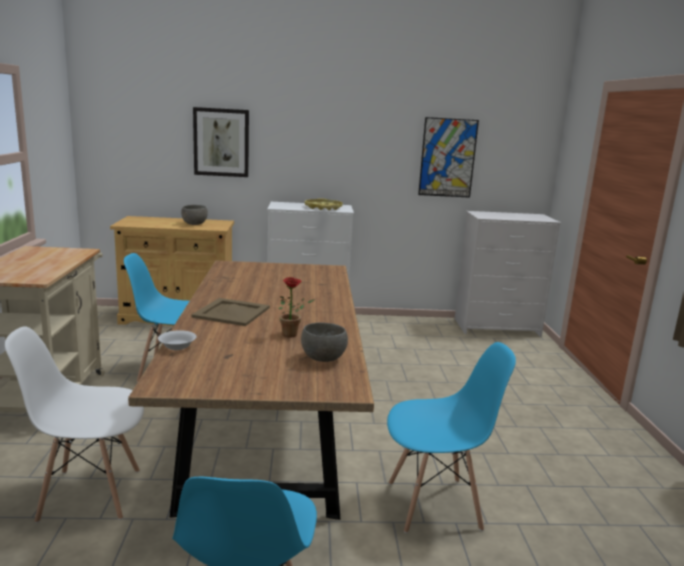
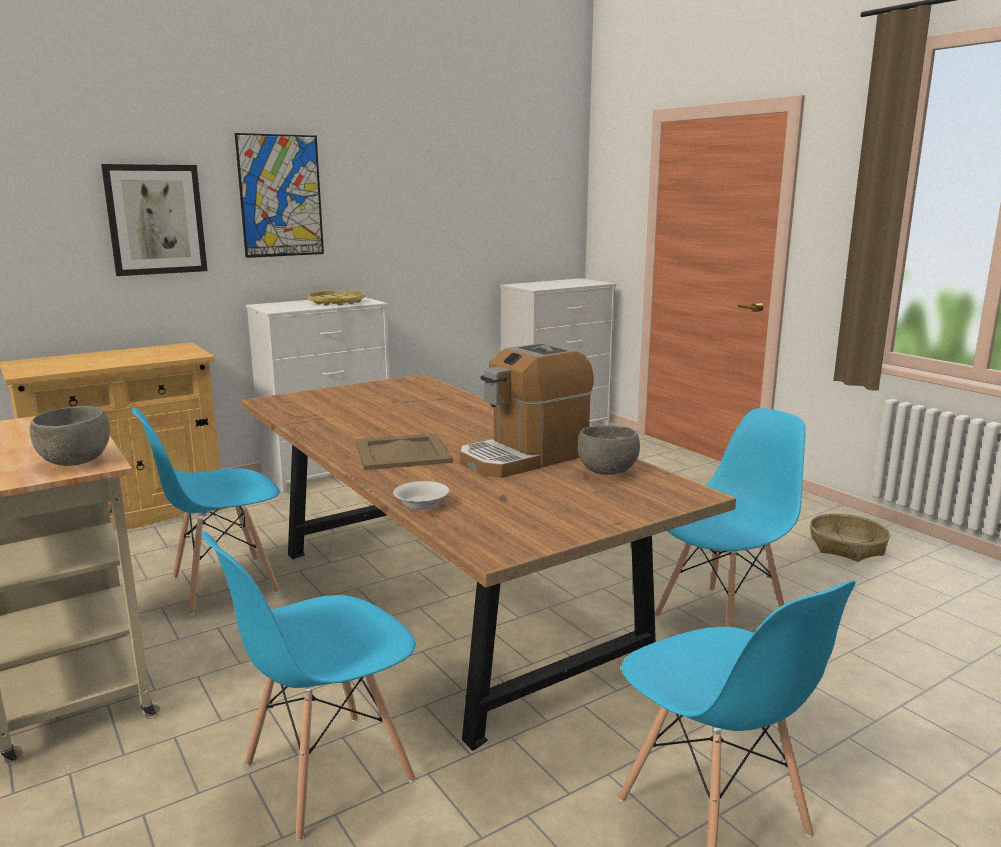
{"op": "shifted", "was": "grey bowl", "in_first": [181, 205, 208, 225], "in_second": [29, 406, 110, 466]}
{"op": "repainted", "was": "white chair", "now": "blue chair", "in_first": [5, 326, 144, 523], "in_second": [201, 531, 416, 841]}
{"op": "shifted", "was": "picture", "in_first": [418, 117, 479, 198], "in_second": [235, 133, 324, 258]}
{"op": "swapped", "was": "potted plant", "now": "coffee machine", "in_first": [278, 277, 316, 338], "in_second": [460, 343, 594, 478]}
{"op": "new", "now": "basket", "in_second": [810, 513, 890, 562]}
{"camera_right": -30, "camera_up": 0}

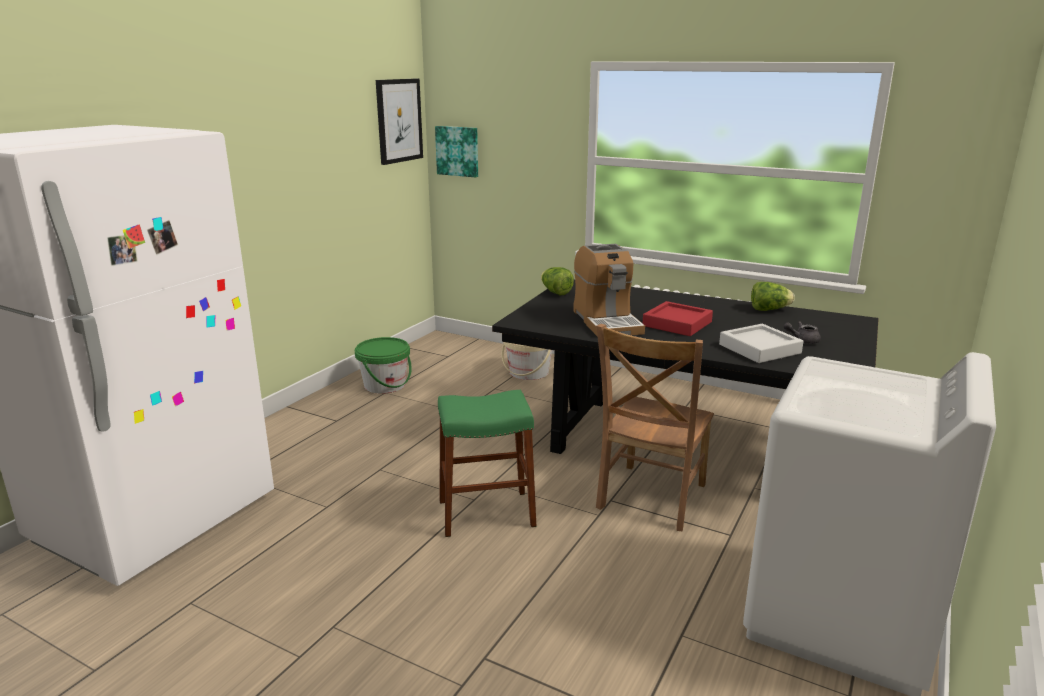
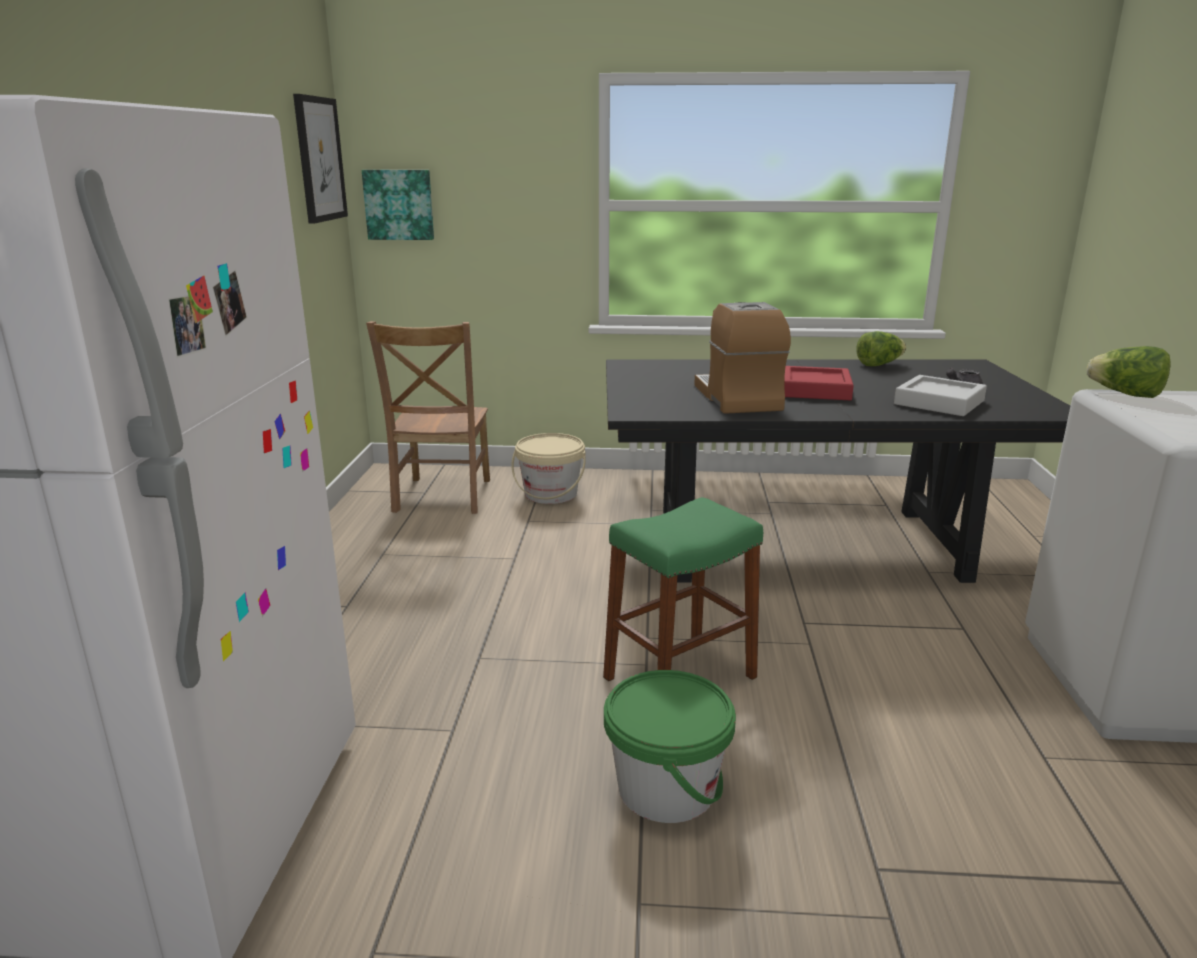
{"op": "shifted", "was": "brown chair", "in_first": [596, 324, 714, 531], "in_second": [366, 321, 490, 514]}
{"op": "shifted", "was": "green bucket", "in_first": [355, 337, 412, 394], "in_second": [604, 670, 736, 823]}
{"op": "rotated", "was": "coffee machine", "in_first": [573, 244, 645, 336], "in_second": [694, 302, 791, 414], "clockwise": -150}
{"op": "shifted", "was": "lettuce", "in_first": [541, 267, 574, 295], "in_second": [1087, 346, 1171, 398]}
{"camera_right": -25, "camera_up": 0}

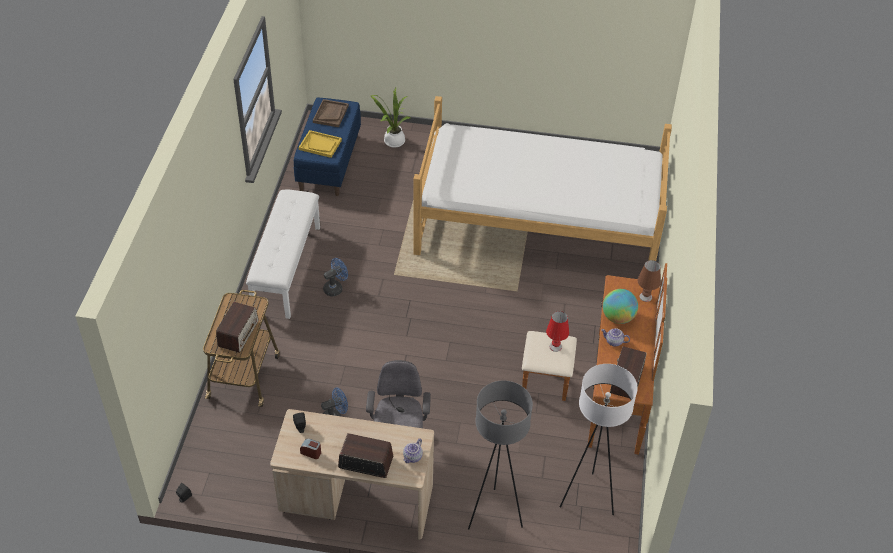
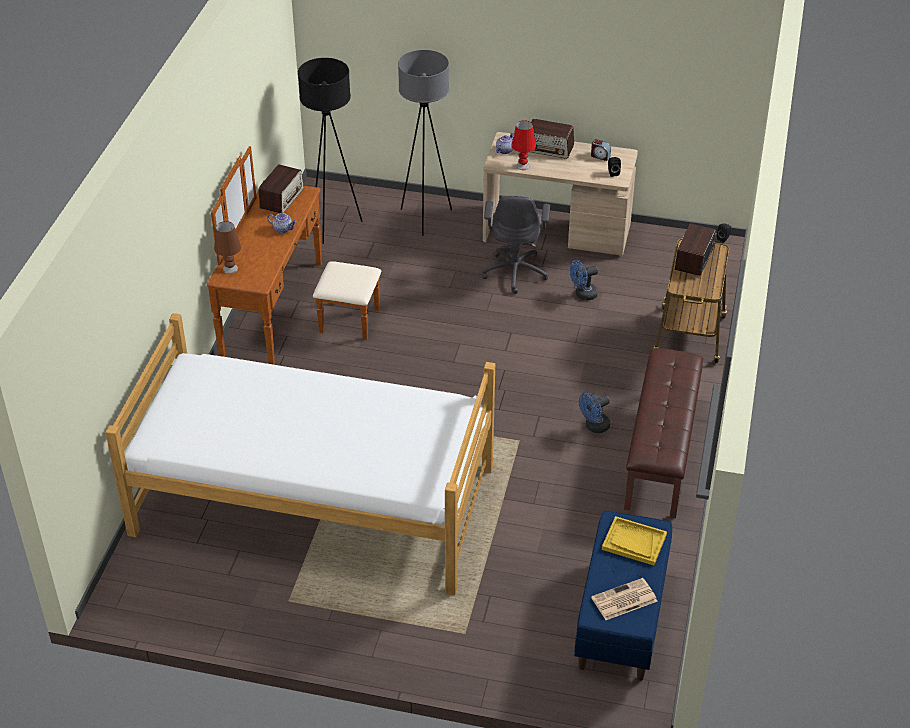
{"op": "repainted", "was": "white floor lamp", "now": "black floor lamp", "in_first": [560, 364, 638, 515], "in_second": [298, 58, 363, 244]}
{"op": "shifted", "was": "red table lamp", "in_first": [546, 311, 569, 352], "in_second": [511, 120, 536, 170]}
{"op": "swapped", "was": "brown tray", "now": "newspaper", "in_first": [313, 99, 349, 127], "in_second": [591, 578, 658, 620]}
{"op": "repainted", "was": "white bench", "now": "brown bench", "in_first": [246, 190, 320, 319], "in_second": [624, 348, 703, 518]}
{"op": "gone", "was": "potted plant", "in_first": [371, 88, 410, 148]}
{"op": "gone", "was": "globe", "in_first": [603, 289, 638, 324]}
{"camera_right": -175, "camera_up": -5}

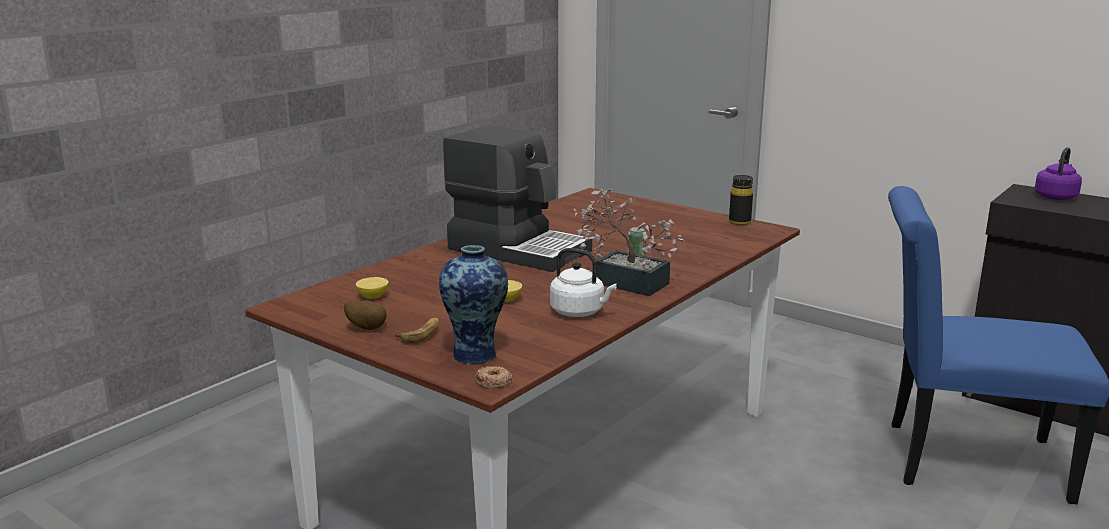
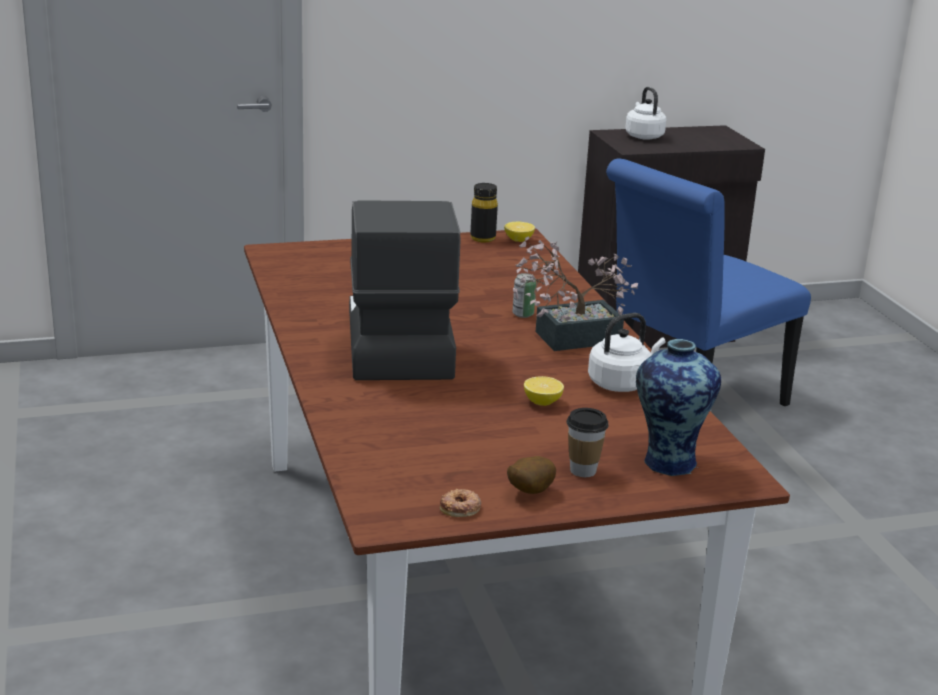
{"op": "rotated", "was": "coffee machine", "in_first": [443, 125, 592, 272], "in_second": [349, 200, 461, 380], "clockwise": -75}
{"op": "shifted", "was": "donut", "in_first": [475, 366, 512, 388], "in_second": [440, 489, 481, 517]}
{"op": "shifted", "was": "lemon", "in_first": [356, 277, 389, 299], "in_second": [504, 222, 535, 242]}
{"op": "swapped", "was": "banana", "now": "cup", "in_first": [395, 318, 439, 343], "in_second": [566, 408, 609, 477]}
{"op": "repainted", "was": "purple kettle", "now": "white kettle", "in_first": [1034, 147, 1082, 200], "in_second": [625, 87, 666, 140]}
{"camera_right": -55, "camera_up": 5}

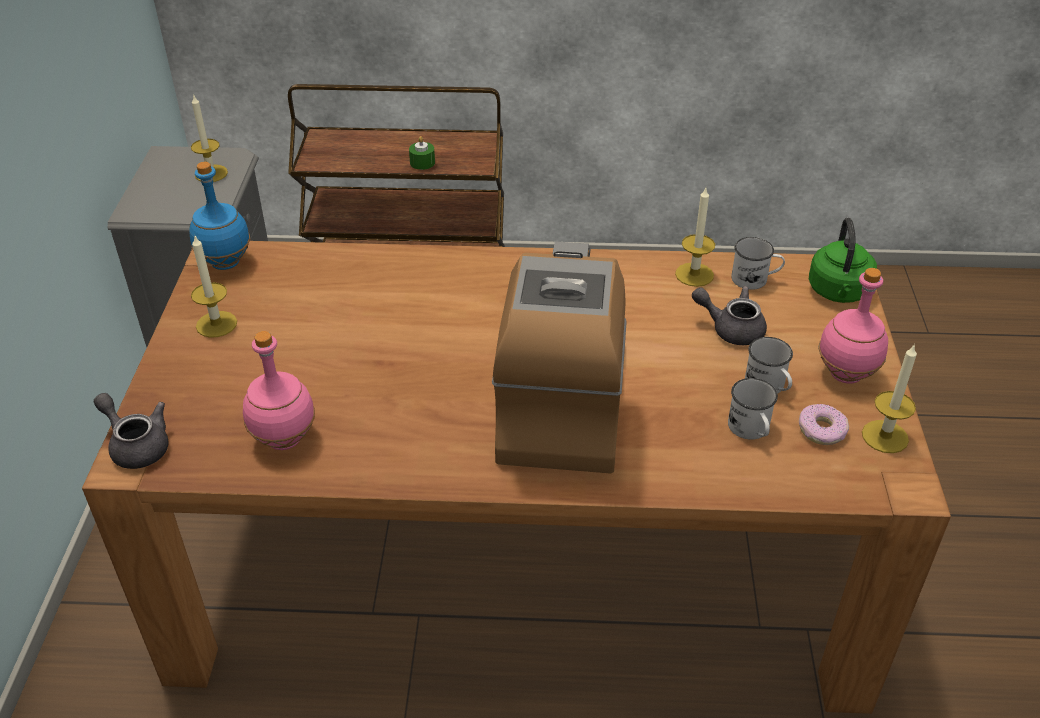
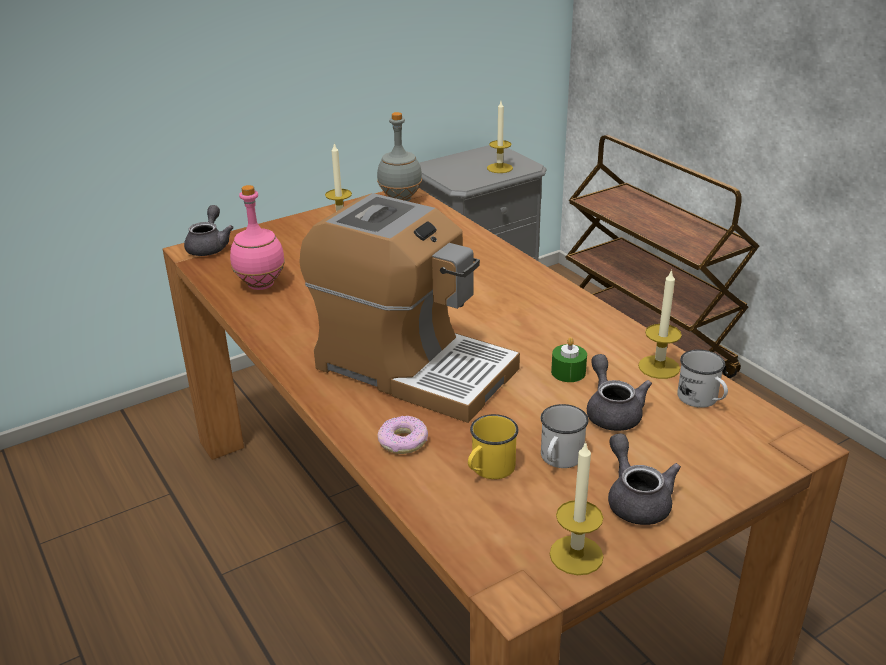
{"op": "rotated", "was": "coffee machine", "in_first": [492, 242, 627, 474], "in_second": [299, 193, 520, 423], "clockwise": 60}
{"op": "repainted", "was": "blue bottle", "now": "grey bottle", "in_first": [189, 162, 250, 270], "in_second": [377, 112, 422, 201]}
{"op": "shifted", "was": "donut", "in_first": [799, 404, 849, 445], "in_second": [378, 416, 428, 454]}
{"op": "repainted", "was": "white mug", "now": "yellow mug", "in_first": [728, 378, 778, 440], "in_second": [468, 414, 519, 479]}
{"op": "shifted", "was": "green candle", "in_first": [409, 136, 435, 170], "in_second": [551, 337, 587, 382]}
{"op": "swapped", "was": "pink bottle", "now": "grey teapot", "in_first": [818, 268, 888, 384], "in_second": [608, 433, 681, 525]}
{"op": "gone", "was": "green kettle", "in_first": [809, 218, 877, 303]}
{"camera_right": 55, "camera_up": -10}

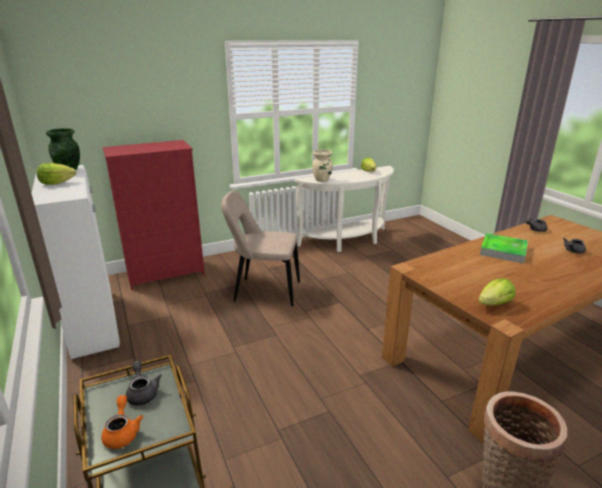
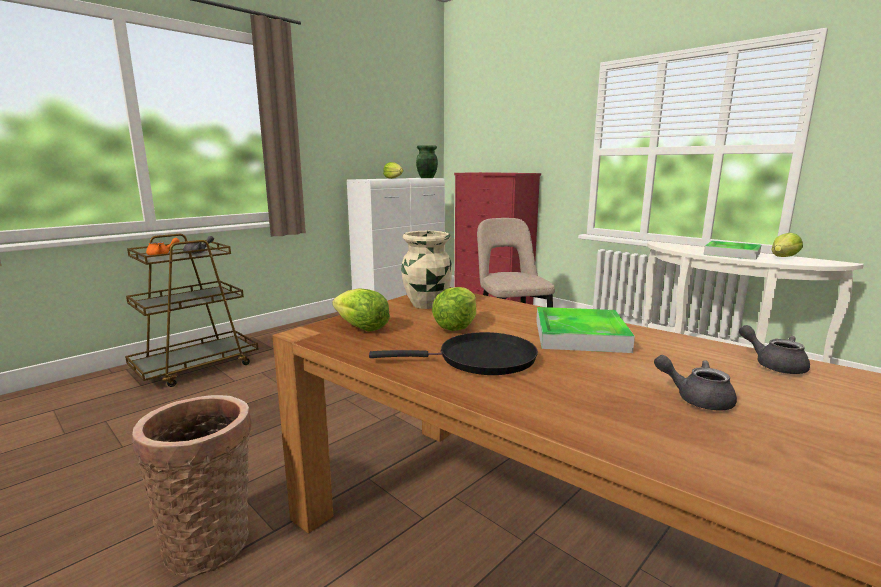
{"op": "new", "now": "black frying pan", "in_second": [369, 332, 538, 375]}
{"op": "shifted", "was": "beige vase", "in_first": [312, 150, 333, 182], "in_second": [401, 231, 452, 309]}
{"op": "new", "now": "lettuce", "in_second": [432, 287, 476, 331]}
{"op": "new", "now": "tray", "in_second": [704, 241, 762, 260]}
{"camera_right": 70, "camera_up": -10}

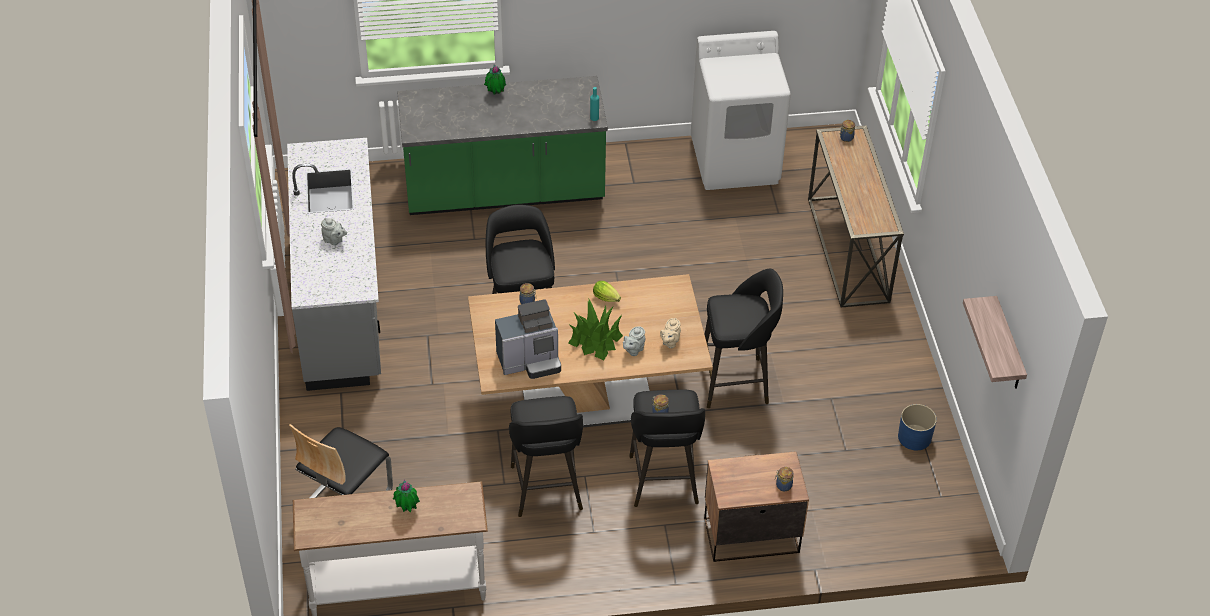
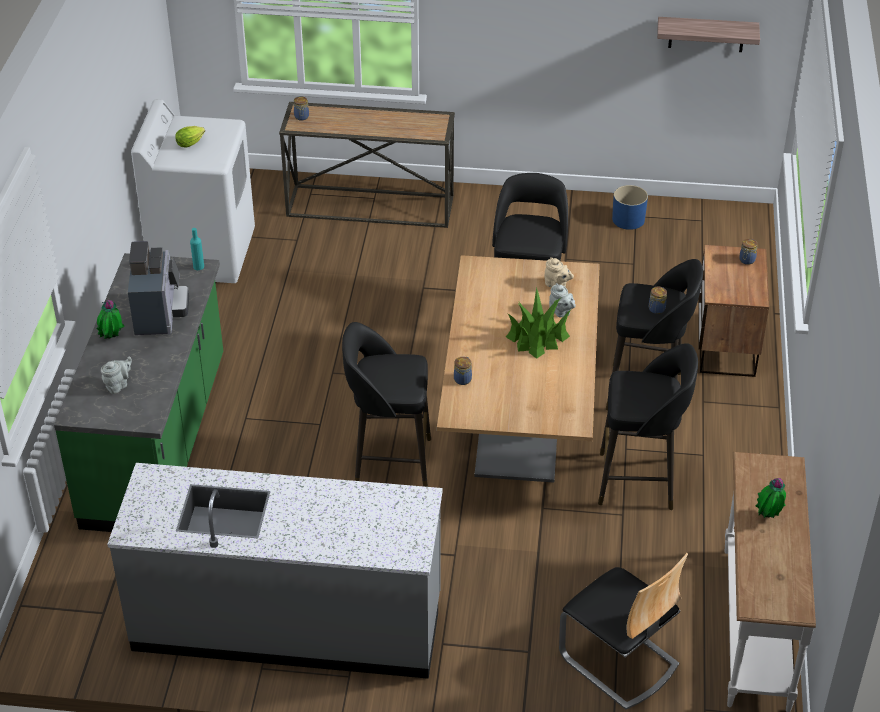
{"op": "shifted", "was": "grey teapot", "in_first": [321, 218, 347, 245], "in_second": [101, 357, 132, 394]}
{"op": "shifted", "was": "coffee machine", "in_first": [495, 299, 561, 379], "in_second": [128, 241, 189, 335]}
{"op": "shifted", "was": "lettuce", "in_first": [593, 281, 621, 302], "in_second": [175, 126, 205, 148]}
{"camera_right": -75, "camera_up": -5}

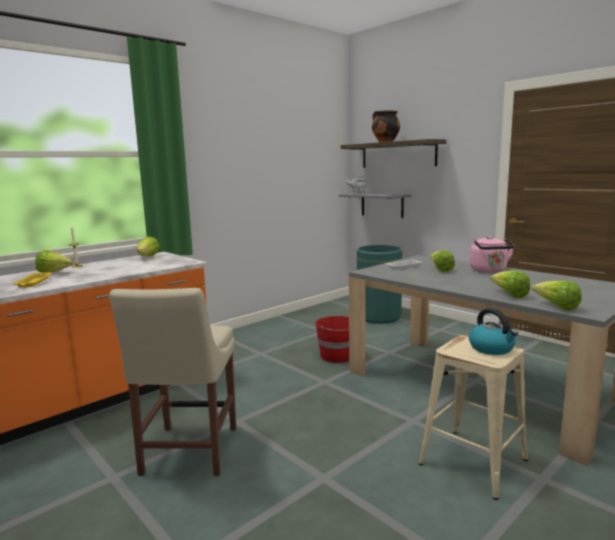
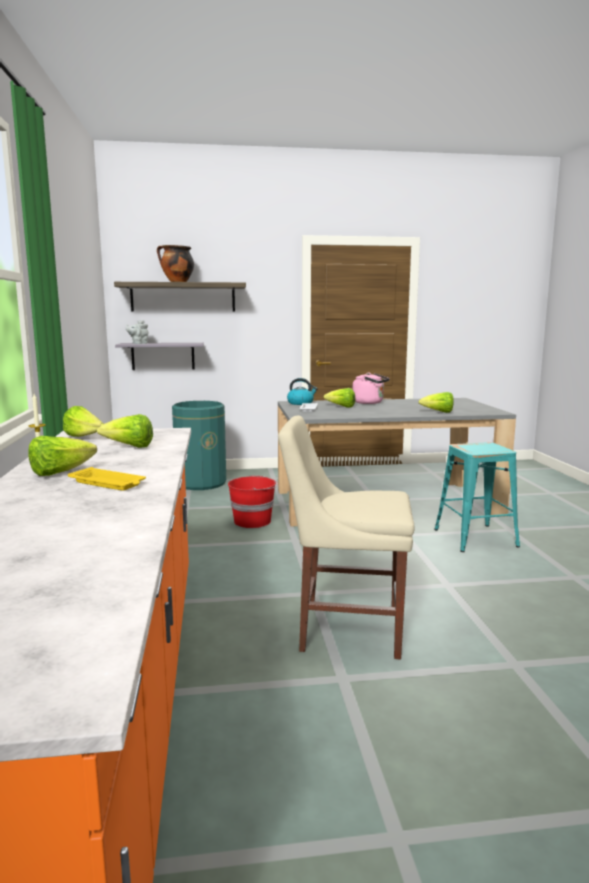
{"op": "shifted", "was": "lettuce", "in_first": [532, 281, 582, 310], "in_second": [97, 414, 153, 448]}
{"op": "rotated", "was": "beige chair", "in_first": [109, 288, 236, 476], "in_second": [278, 416, 415, 660], "clockwise": 150}
{"op": "shifted", "was": "kettle", "in_first": [469, 308, 518, 355], "in_second": [287, 378, 318, 405]}
{"op": "repainted", "was": "beige stool", "now": "turquoise stool", "in_first": [418, 335, 528, 500], "in_second": [434, 442, 520, 552]}
{"camera_right": -55, "camera_up": 0}

